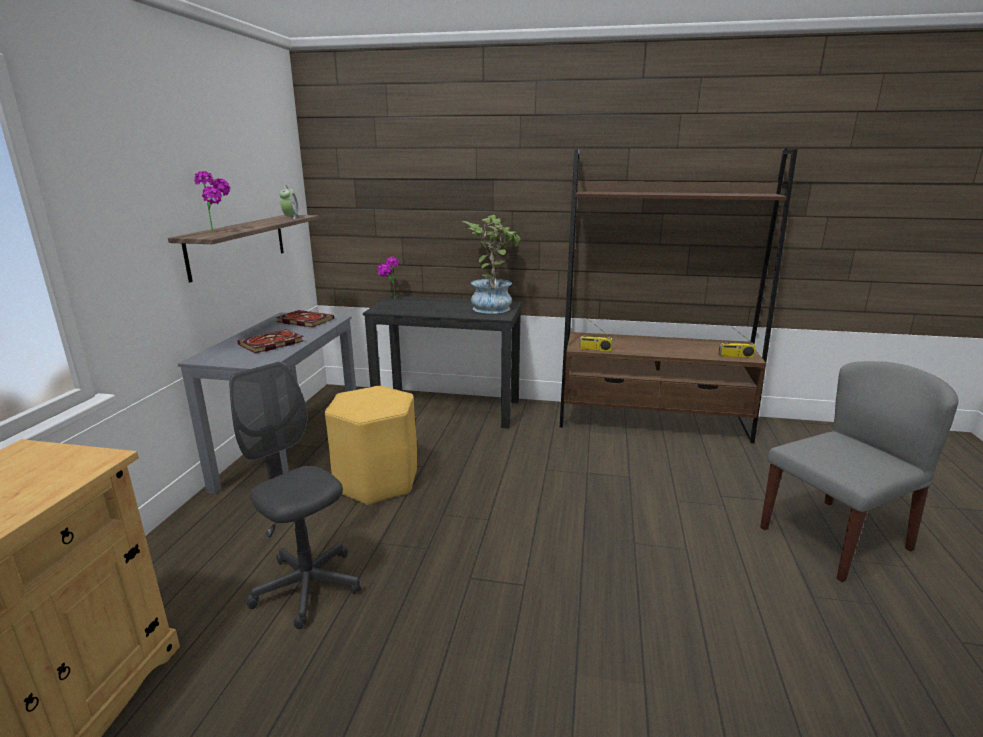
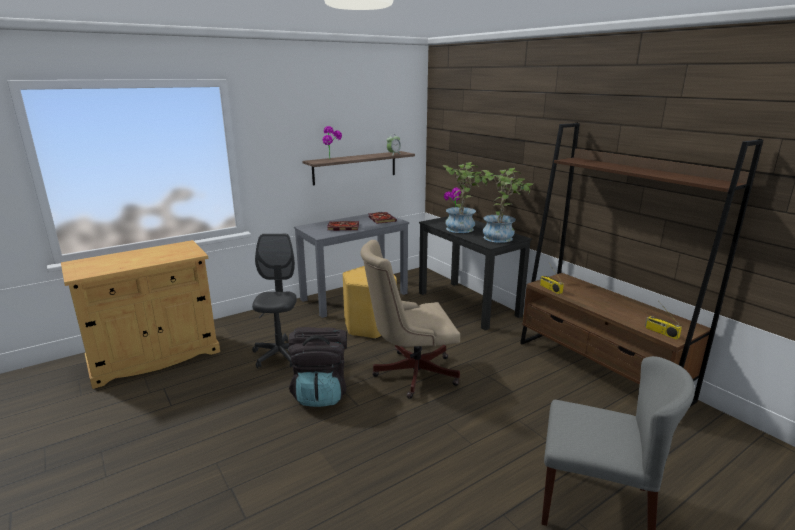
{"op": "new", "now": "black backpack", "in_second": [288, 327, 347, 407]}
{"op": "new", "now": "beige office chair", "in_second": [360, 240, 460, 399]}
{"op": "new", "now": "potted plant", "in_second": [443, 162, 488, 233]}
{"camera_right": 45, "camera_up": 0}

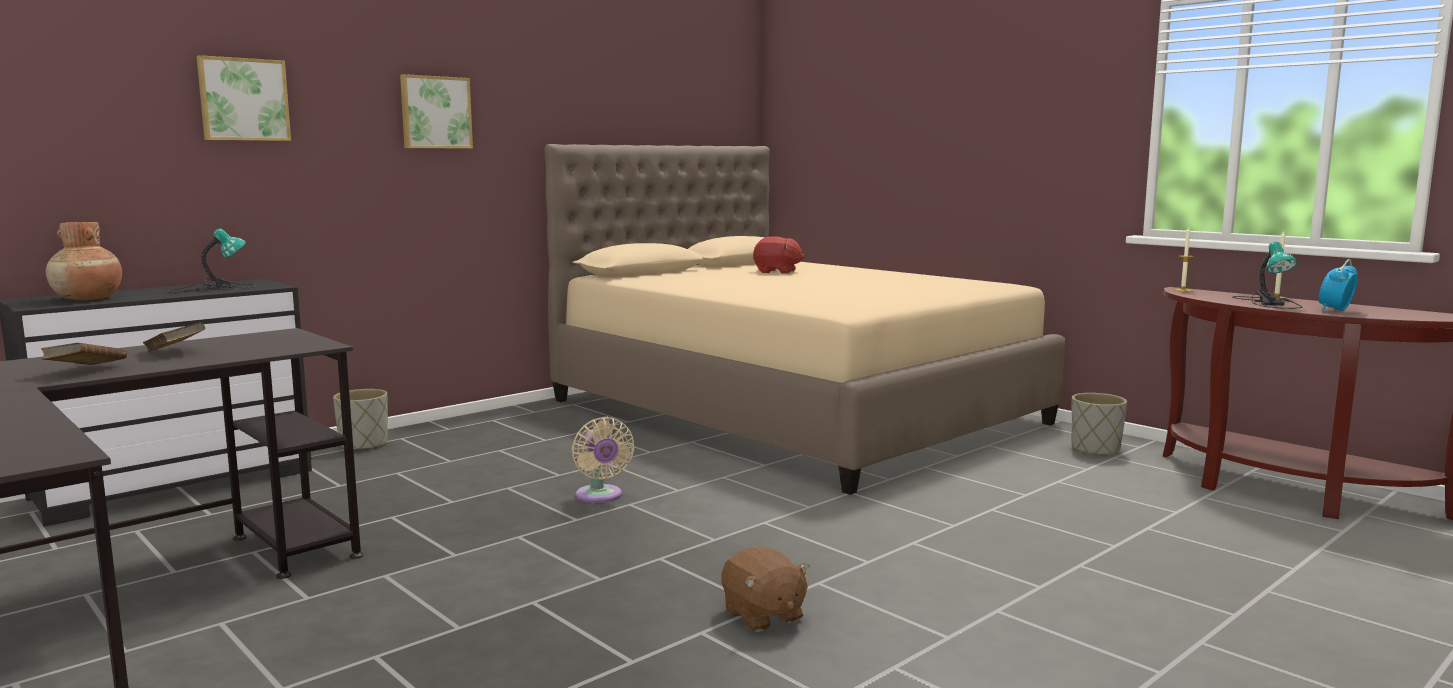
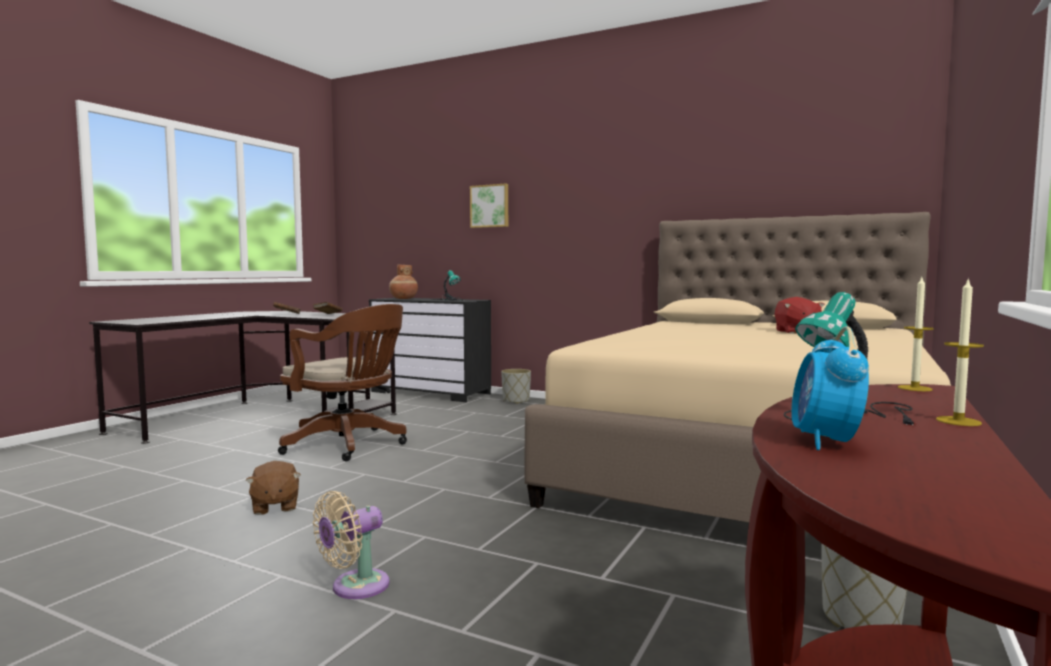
{"op": "rotated", "was": "brown plush toy", "in_first": [721, 547, 810, 632], "in_second": [245, 461, 301, 515], "clockwise": -60}
{"op": "new", "now": "brown office chair", "in_second": [278, 304, 407, 461]}
{"op": "shifted", "was": "beige fan", "in_first": [572, 417, 634, 503], "in_second": [313, 491, 390, 599]}
{"op": "rotated", "was": "alarm clock", "in_first": [1319, 259, 1358, 312], "in_second": [791, 326, 869, 450], "clockwise": -105}
{"op": "gone", "was": "picture", "in_first": [400, 74, 473, 149]}
{"camera_right": 70, "camera_up": -5}

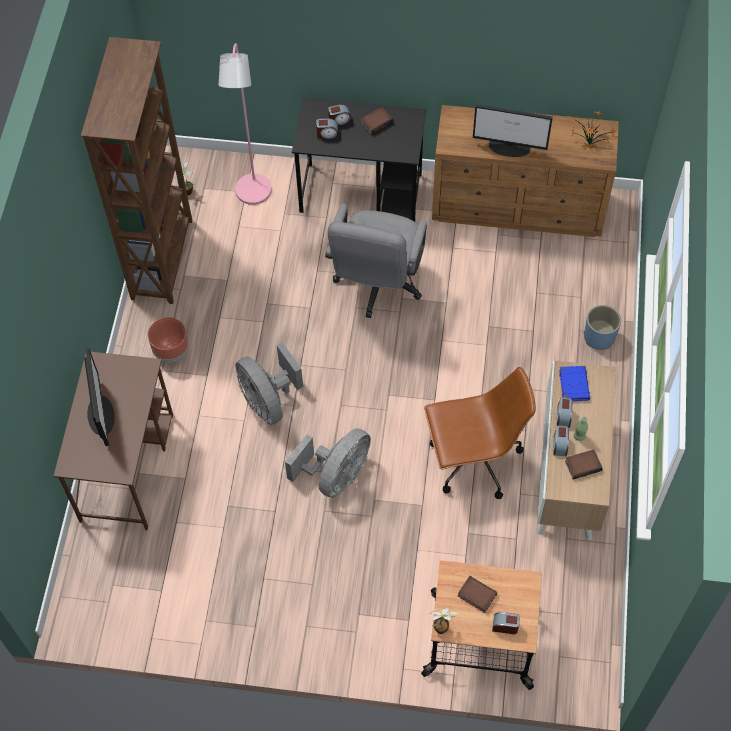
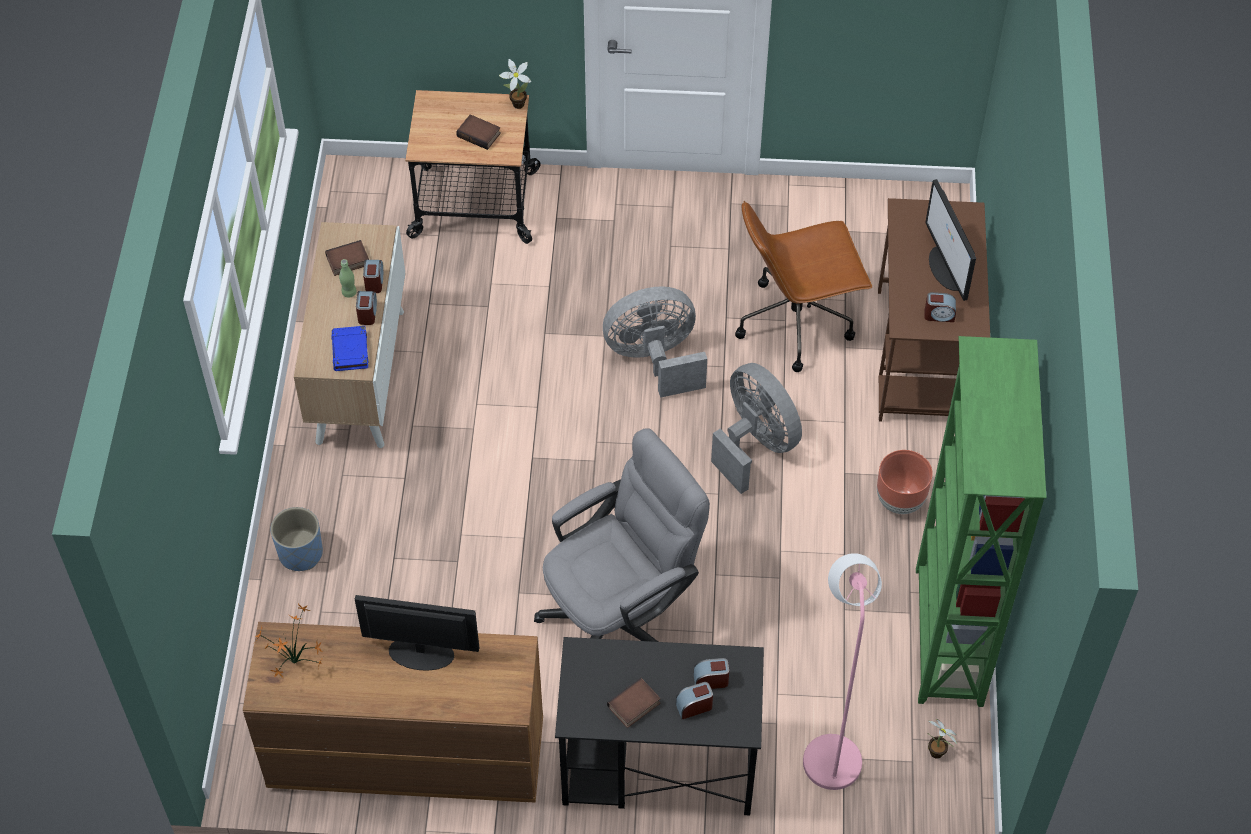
{"op": "rotated", "was": "grey office chair", "in_first": [325, 204, 427, 318], "in_second": [534, 429, 710, 642], "clockwise": 45}
{"op": "rotated", "was": "grey fan", "in_first": [285, 428, 371, 498], "in_second": [603, 286, 707, 398], "clockwise": 45}
{"op": "shifted", "was": "brown office chair", "in_first": [424, 367, 536, 499], "in_second": [735, 201, 872, 372]}
{"op": "repainted", "was": "brown bookcase", "now": "green bookcase", "in_first": [81, 37, 192, 304], "in_second": [916, 336, 1047, 707]}
{"op": "shifted", "was": "alarm clock", "in_first": [492, 612, 520, 634], "in_second": [924, 292, 956, 322]}
{"camera_right": 175, "camera_up": -5}

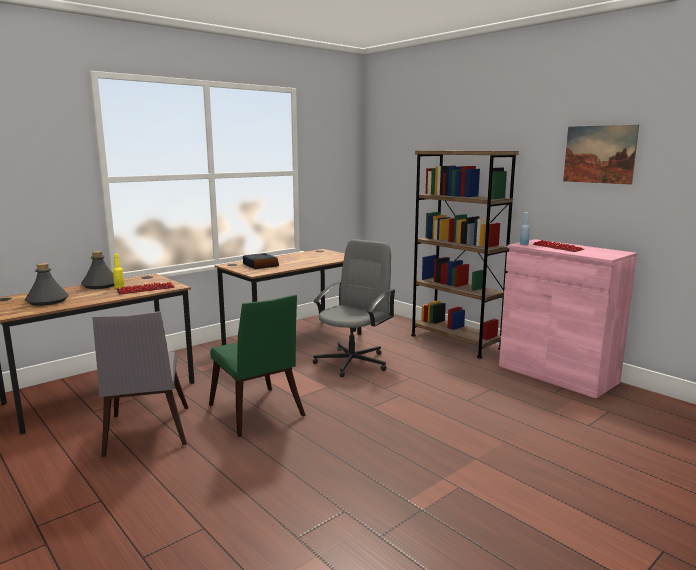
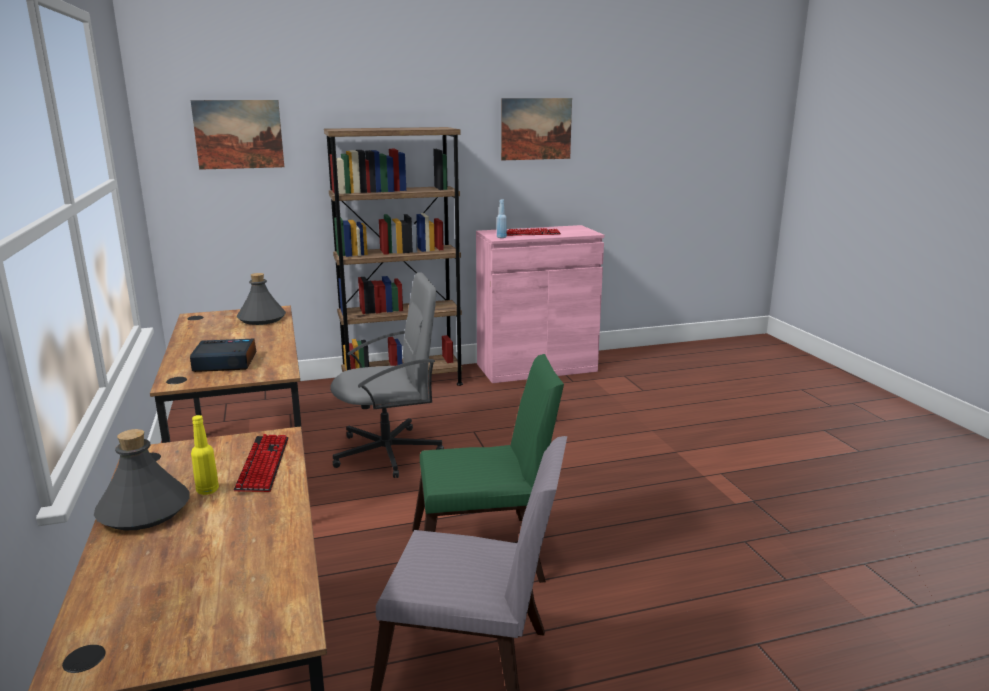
{"op": "new", "now": "picture", "in_second": [191, 100, 284, 170]}
{"op": "shifted", "was": "grey bottle", "in_first": [25, 263, 69, 306], "in_second": [237, 273, 286, 325]}
{"op": "rotated", "was": "grey office chair", "in_first": [313, 239, 396, 377], "in_second": [330, 272, 444, 478], "clockwise": 105}
{"camera_right": -65, "camera_up": 5}

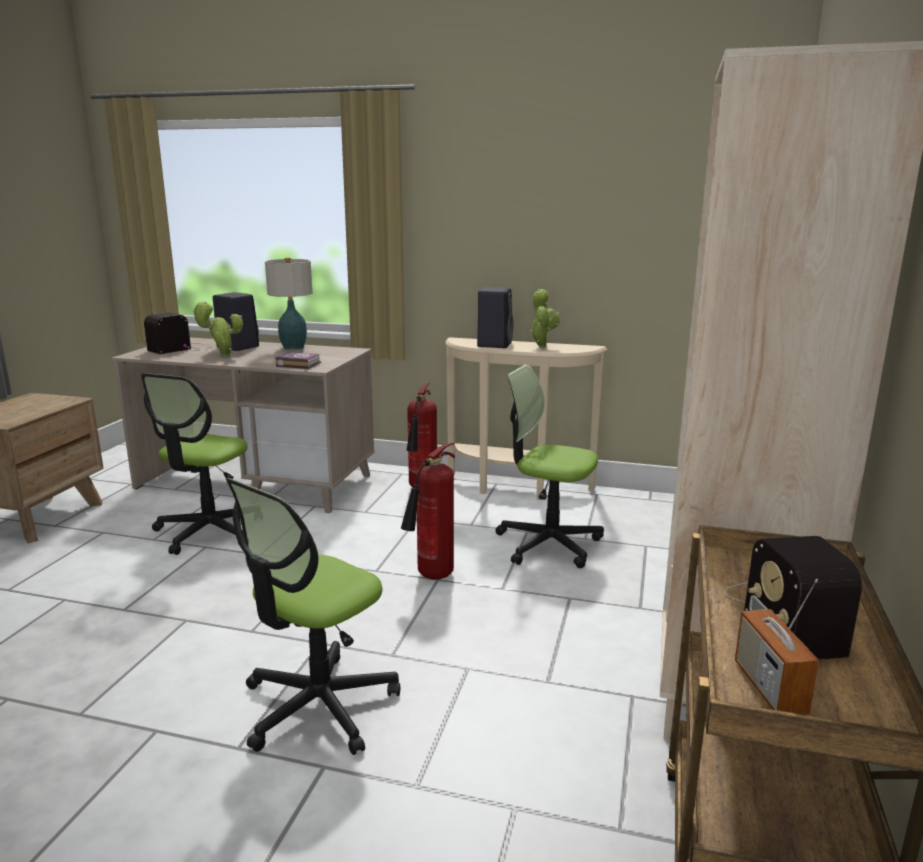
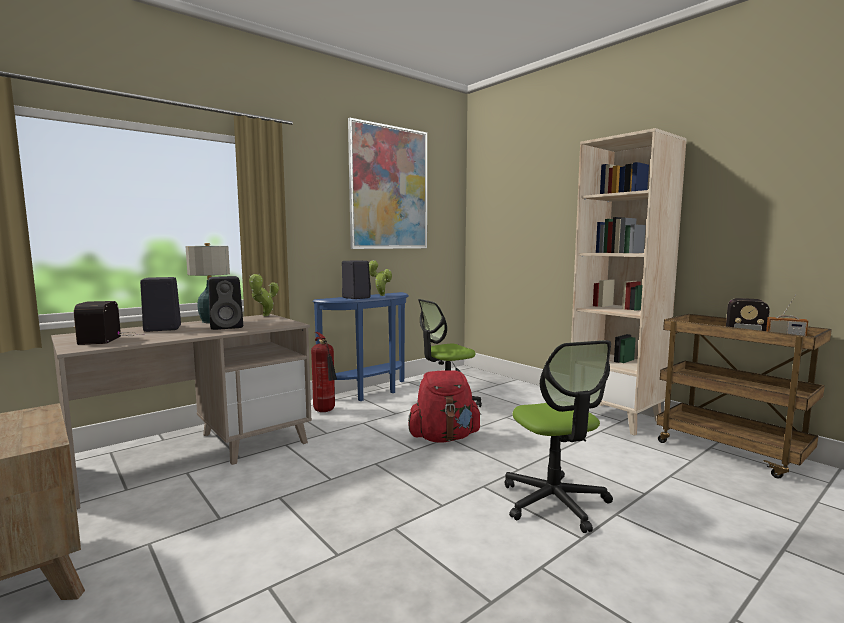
{"op": "new", "now": "black speaker", "in_second": [208, 276, 243, 330]}
{"op": "shifted", "was": "potted plant", "in_first": [192, 301, 243, 357], "in_second": [249, 274, 279, 316]}
{"op": "repainted", "was": "beige console table", "now": "blue console table", "in_first": [445, 337, 608, 500], "in_second": [312, 292, 409, 401]}
{"op": "new", "now": "picture", "in_second": [348, 118, 427, 249]}
{"op": "swapped", "was": "fire extinguisher", "now": "red backpack", "in_first": [401, 442, 455, 579], "in_second": [408, 370, 481, 442]}
{"op": "gone", "was": "office chair", "in_first": [141, 373, 248, 555]}
{"op": "gone", "was": "book", "in_first": [276, 352, 321, 369]}
{"camera_right": -55, "camera_up": -10}

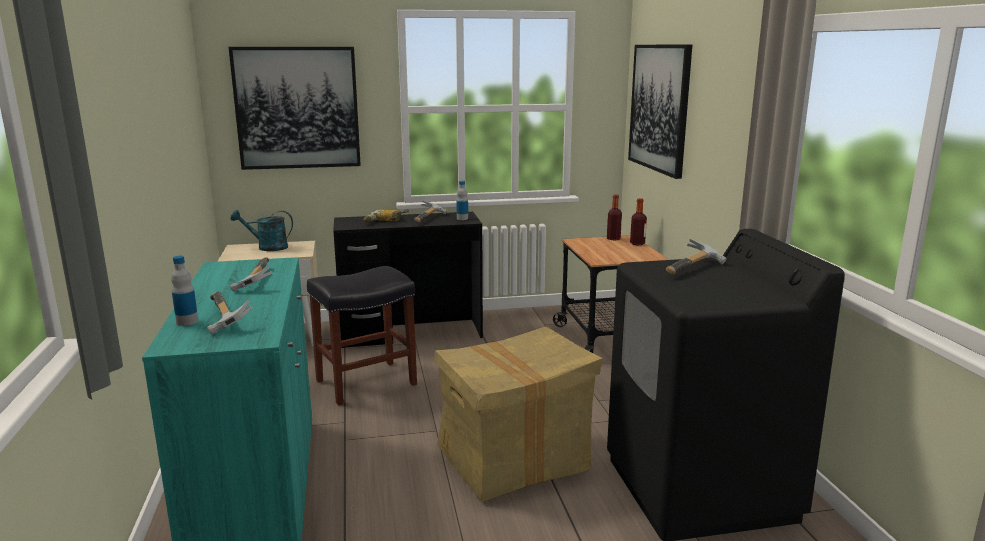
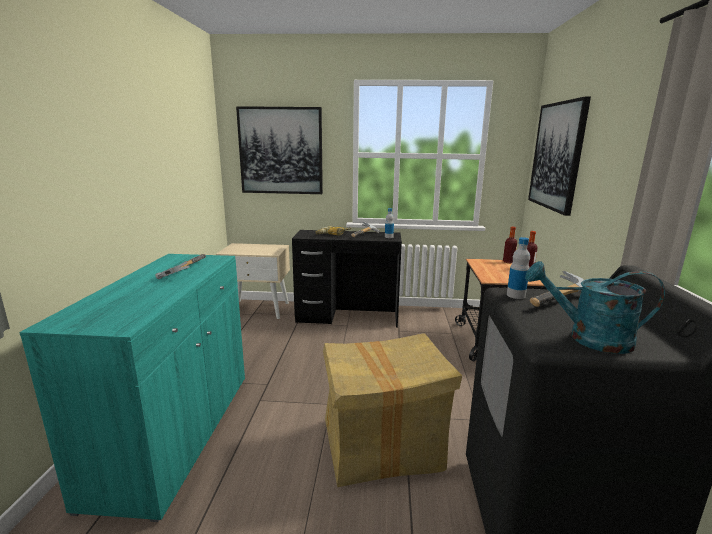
{"op": "shifted", "was": "bottle", "in_first": [171, 256, 198, 326], "in_second": [507, 237, 530, 299]}
{"op": "shifted", "was": "turquoise watering can", "in_first": [230, 210, 293, 251], "in_second": [525, 261, 665, 354]}
{"op": "gone", "was": "hammer", "in_first": [207, 291, 253, 335]}
{"op": "gone", "was": "black stool", "in_first": [307, 266, 417, 406]}
{"camera_right": 15, "camera_up": 0}

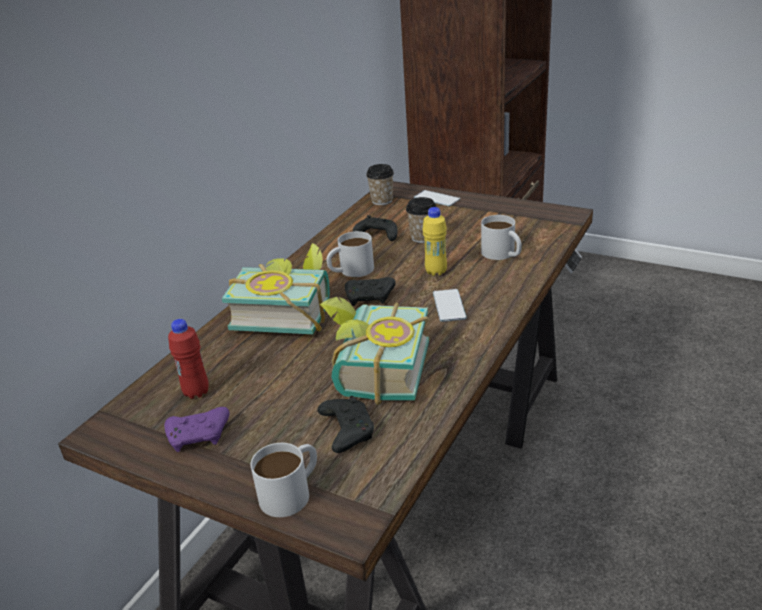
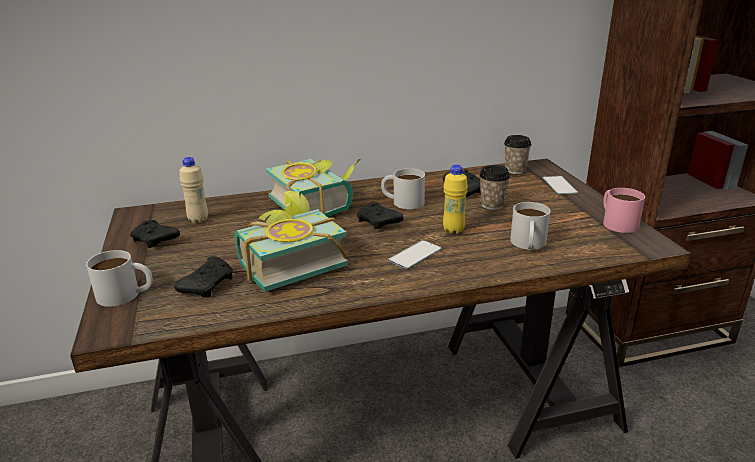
{"op": "repainted", "was": "purple game controller", "now": "black game controller", "in_first": [164, 407, 230, 452], "in_second": [130, 220, 180, 248]}
{"op": "repainted", "was": "red bottle", "now": "beige bottle", "in_first": [168, 319, 209, 399], "in_second": [179, 157, 208, 223]}
{"op": "new", "now": "pink mug", "in_second": [603, 188, 645, 233]}
{"camera_right": 45, "camera_up": -5}

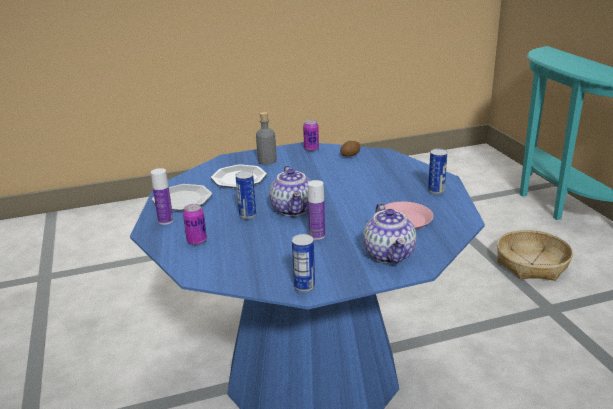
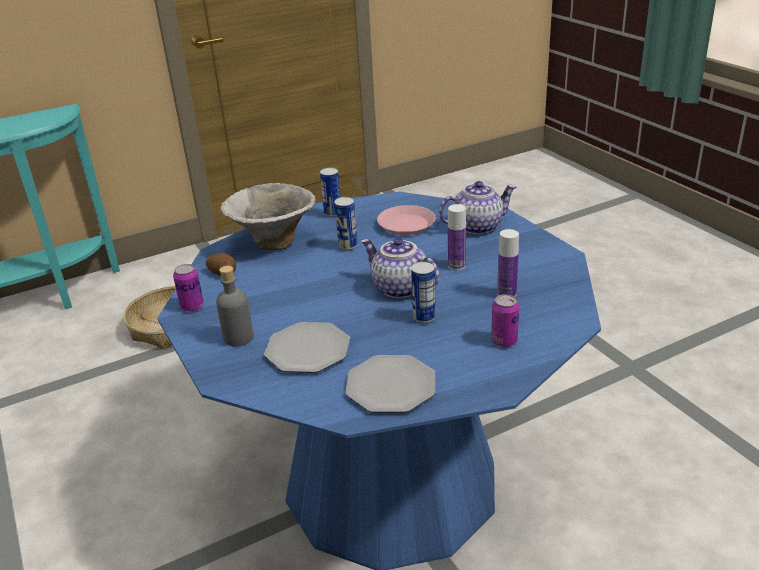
{"op": "new", "now": "bowl", "in_second": [220, 183, 315, 250]}
{"op": "shifted", "was": "can", "in_first": [292, 234, 315, 293], "in_second": [334, 197, 358, 251]}
{"op": "rotated", "was": "teapot", "in_first": [270, 165, 311, 216], "in_second": [361, 238, 440, 298], "clockwise": -120}
{"op": "shifted", "was": "bottle", "in_first": [151, 168, 173, 225], "in_second": [497, 229, 519, 297]}
{"camera_right": -100, "camera_up": 5}

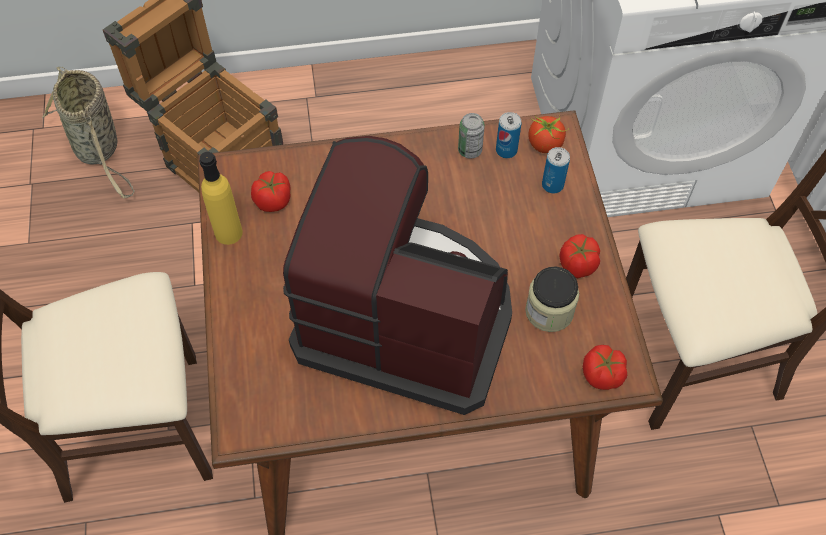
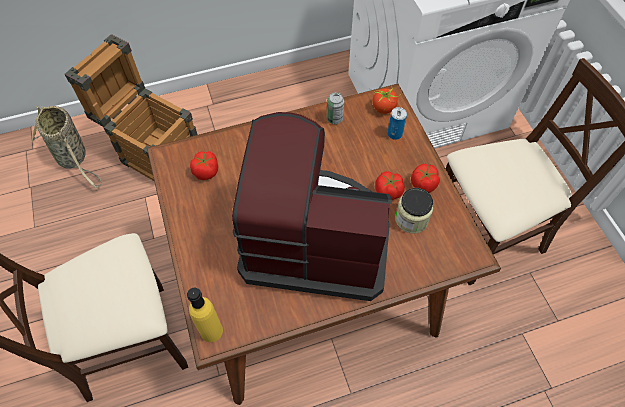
{"op": "shifted", "was": "yellow bottle", "in_first": [199, 152, 243, 245], "in_second": [187, 288, 223, 342]}
{"op": "shifted", "was": "tomato", "in_first": [583, 345, 627, 390], "in_second": [375, 171, 405, 200]}
{"op": "gone", "was": "can", "in_first": [496, 112, 522, 158]}
{"camera_right": -10, "camera_up": 0}

